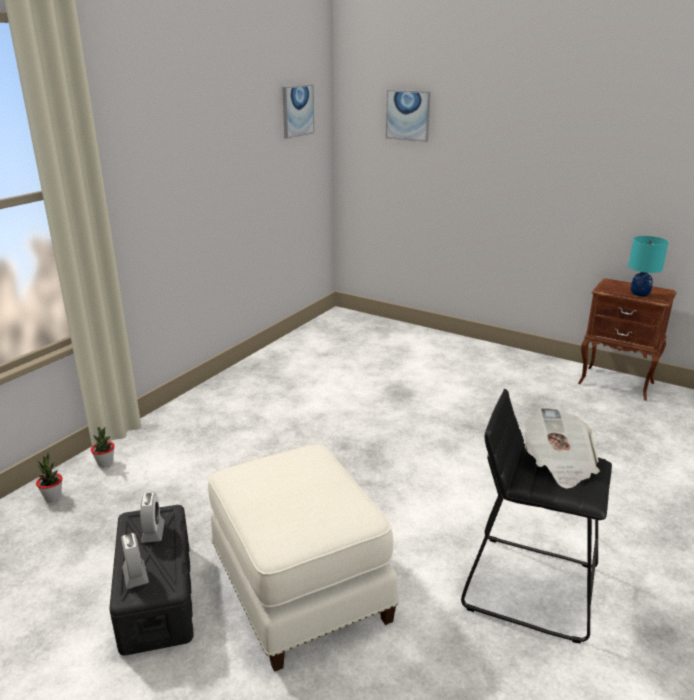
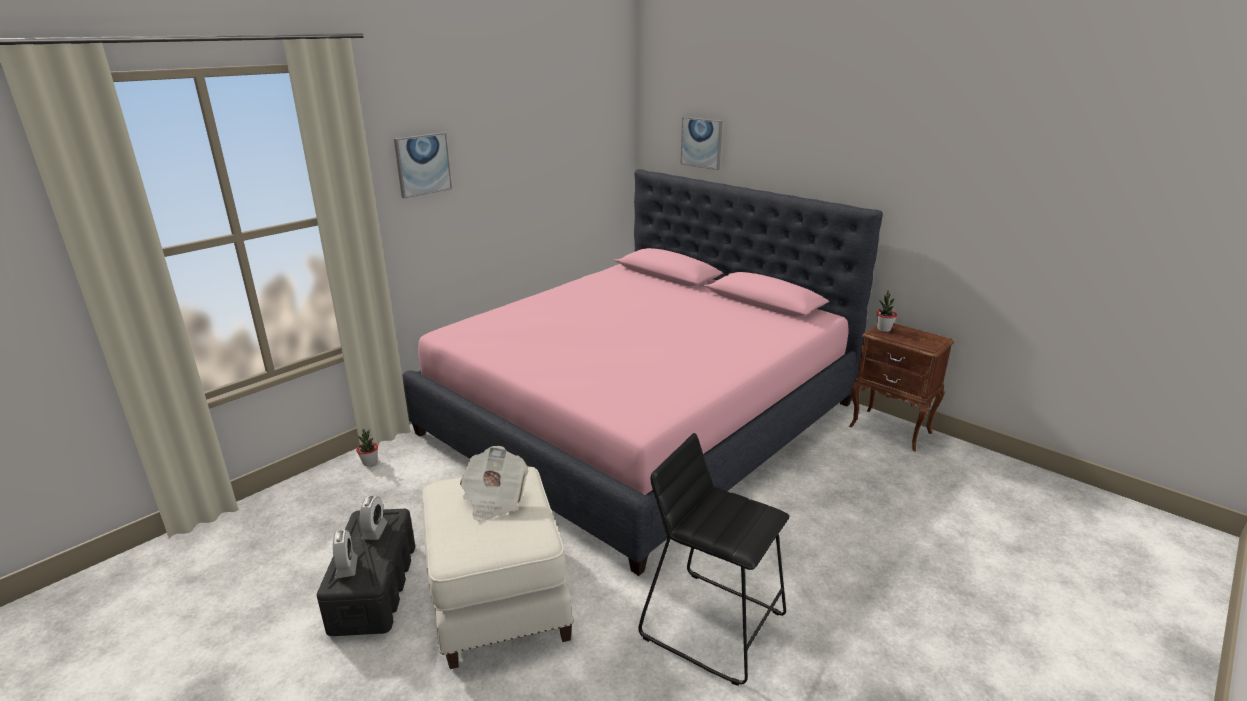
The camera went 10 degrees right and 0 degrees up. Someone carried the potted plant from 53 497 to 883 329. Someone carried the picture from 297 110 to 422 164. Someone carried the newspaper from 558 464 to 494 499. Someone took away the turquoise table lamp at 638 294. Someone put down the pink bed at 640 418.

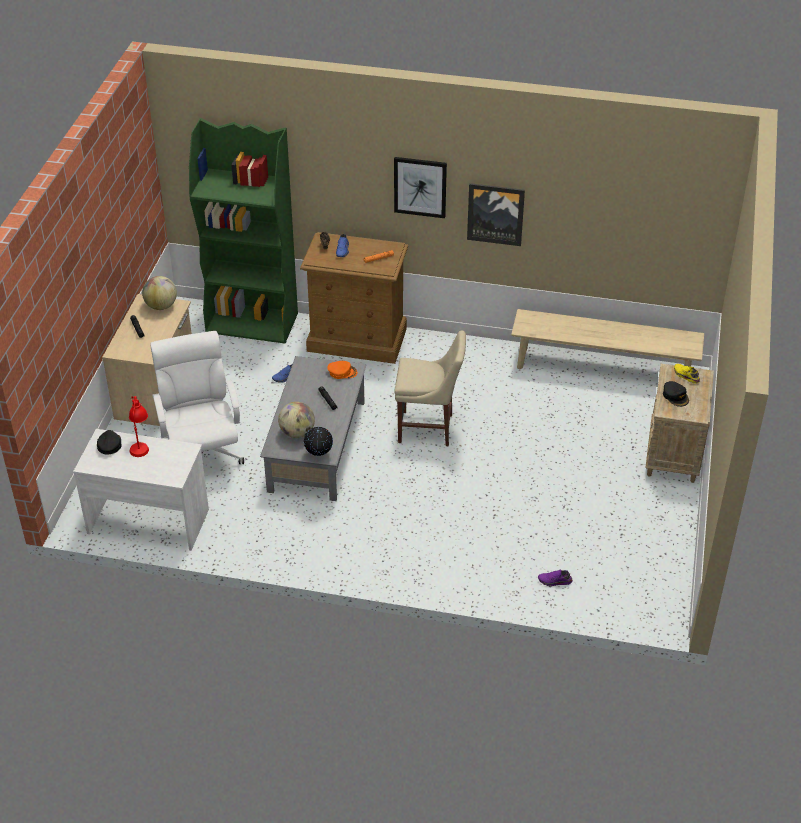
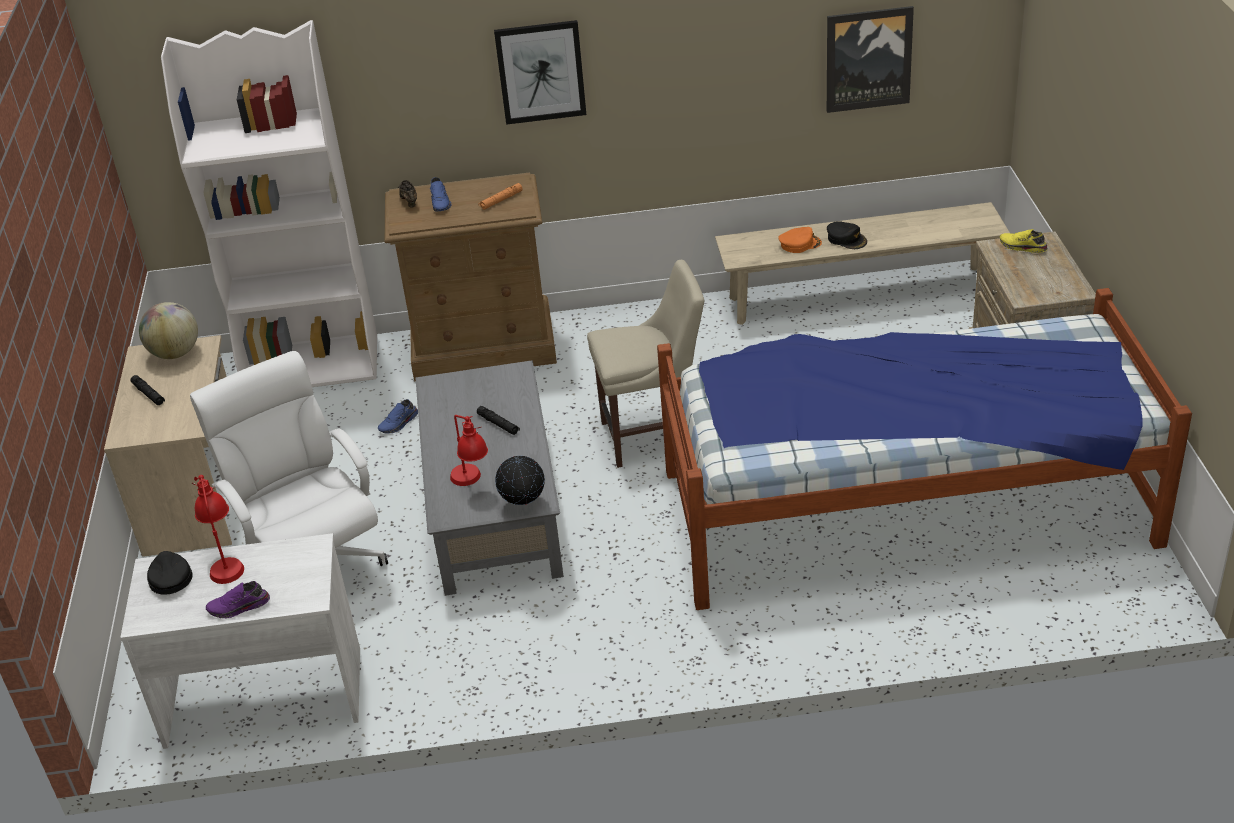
The camera went 15 degrees left and 5 degrees down. Someone repainted the green bookcase at 253 323, which became the white bookcase at 313 364. Someone swapped the globe at 297 433 for the red table lamp at 472 482. Someone carried the orange cap from 342 372 to 799 244. Someone carried the picture from 495 214 to 868 59. Someone carried the purple shoe from 554 581 to 239 608. Someone carried the black cap from 675 396 to 846 239. Someone put down the bed at 903 506.

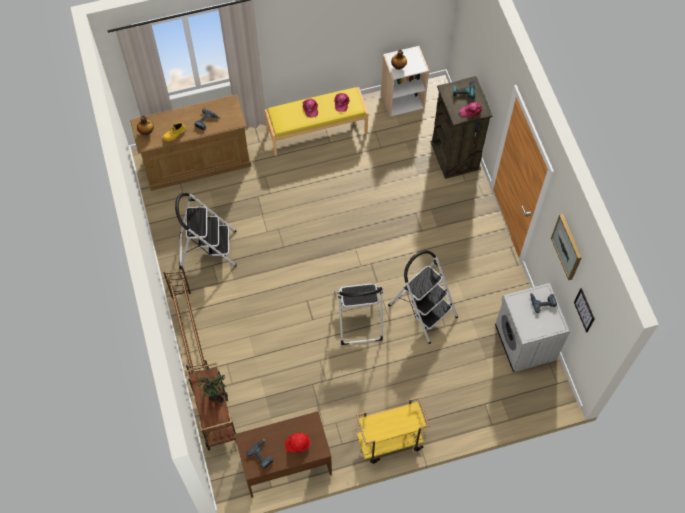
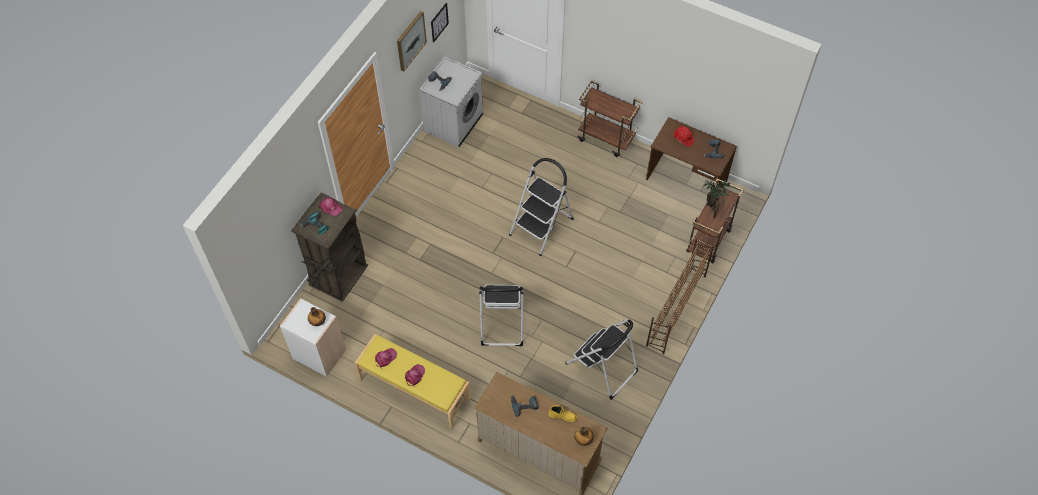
The camera went 135 degrees left and 5 degrees down. Someone repainted the yellow cart at 389 443, which became the brown cart at 606 140. Someone carried the step ladder from 421 309 to 502 321.

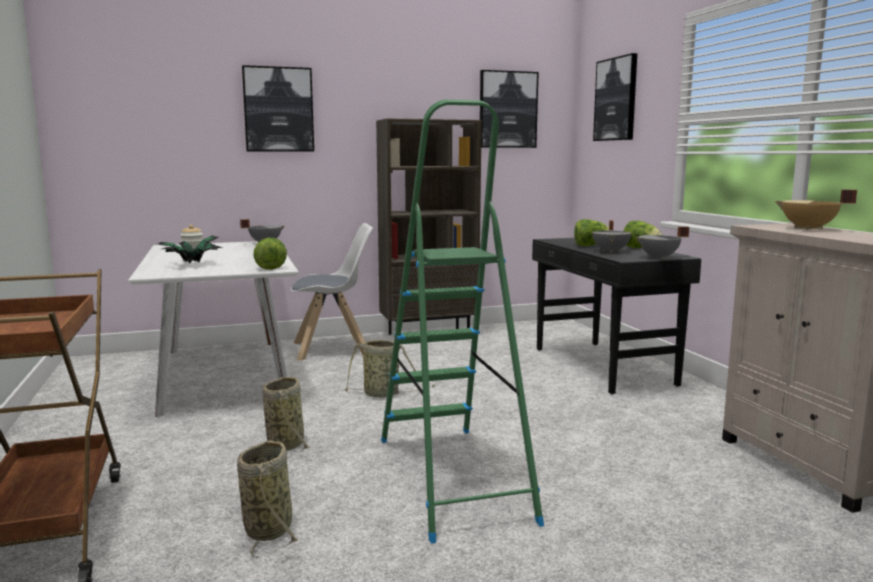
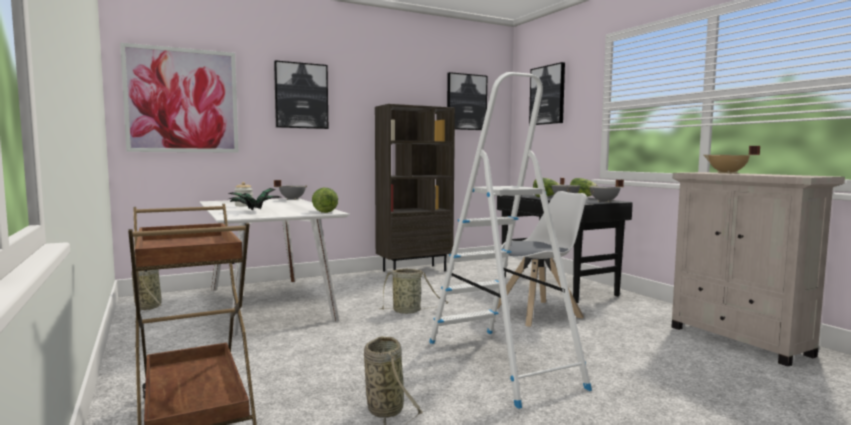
The camera went 10 degrees left and 5 degrees down. Someone carried the basket from 286 443 to 149 307. Someone carried the chair from 334 349 to 539 313. Someone repainted the green step ladder at 451 476, which became the white step ladder at 500 363. Someone put up the picture at 182 100.

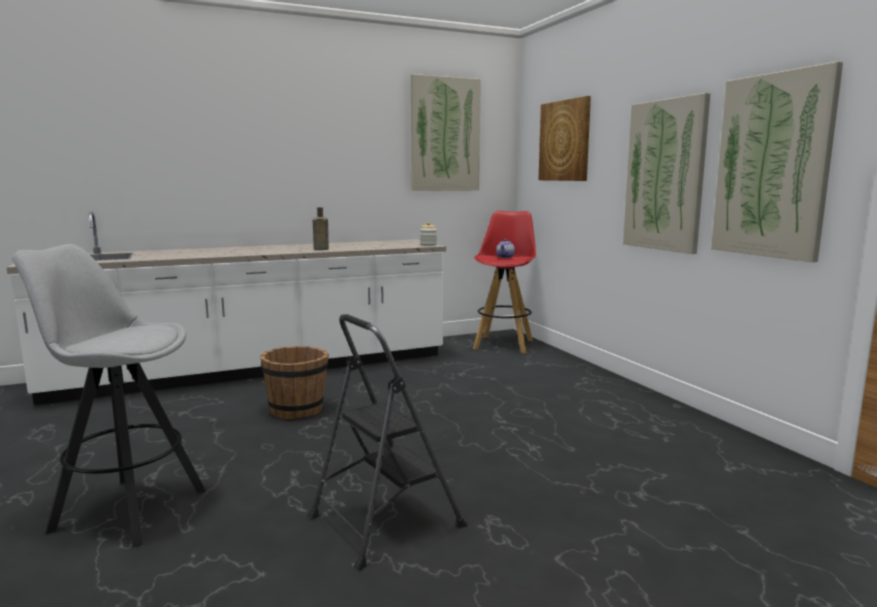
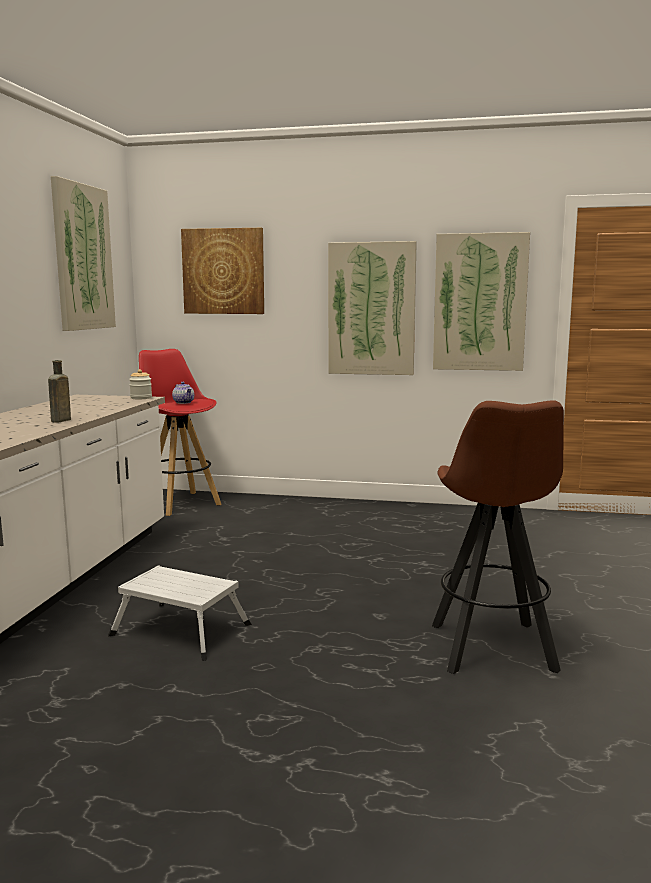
The camera went 55 degrees left and 0 degrees up. Someone took away the grey stool at 126 509. Someone swapped the brown bucket at 297 409 for the white step ladder at 181 630. Someone swapped the black step ladder at 382 522 for the brown stool at 492 649.

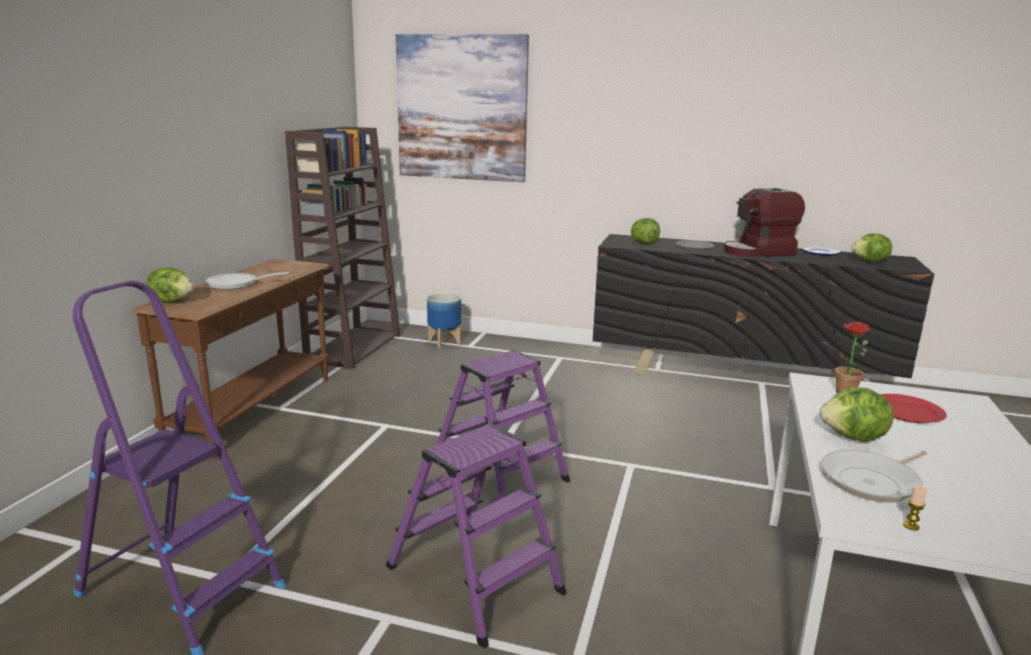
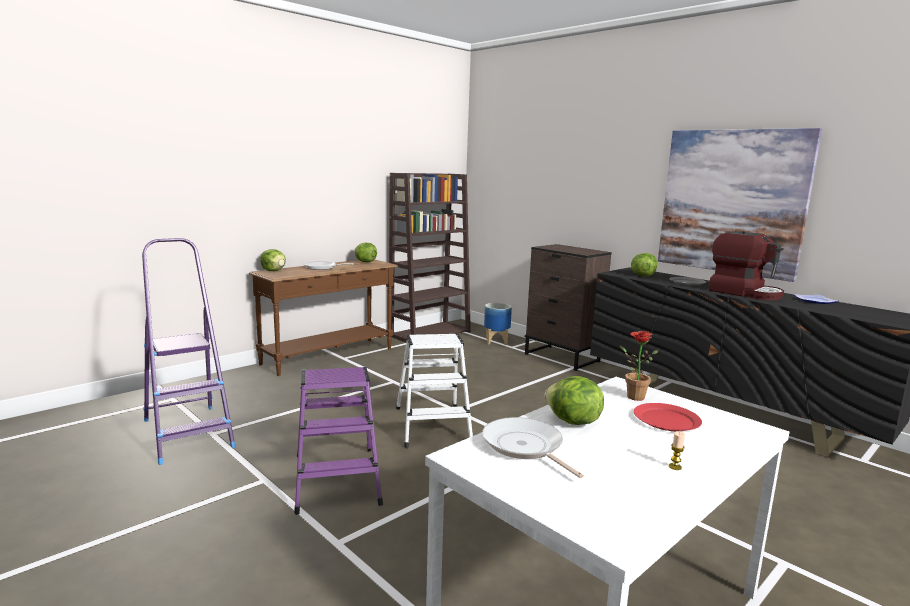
The camera went 30 degrees right and 5 degrees down. Someone carried the picture from 461 108 to 732 202. Someone repainted the purple step ladder at 498 470, which became the white step ladder at 432 424. Someone rotated the coffee machine at 758 252 by 150 degrees counterclockwise. Someone rotated the frying pan at 873 481 by 60 degrees clockwise. Someone carried the lettuce from 870 262 to 365 262. Someone carried the candle from 911 526 to 675 467. Someone put down the brown dresser at 562 358.

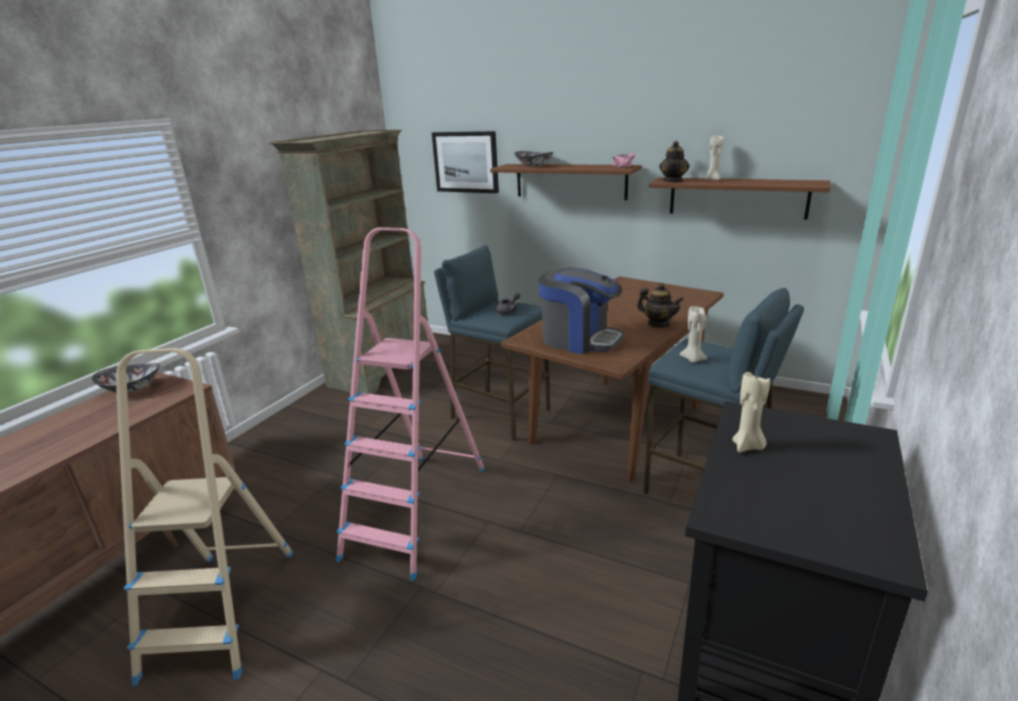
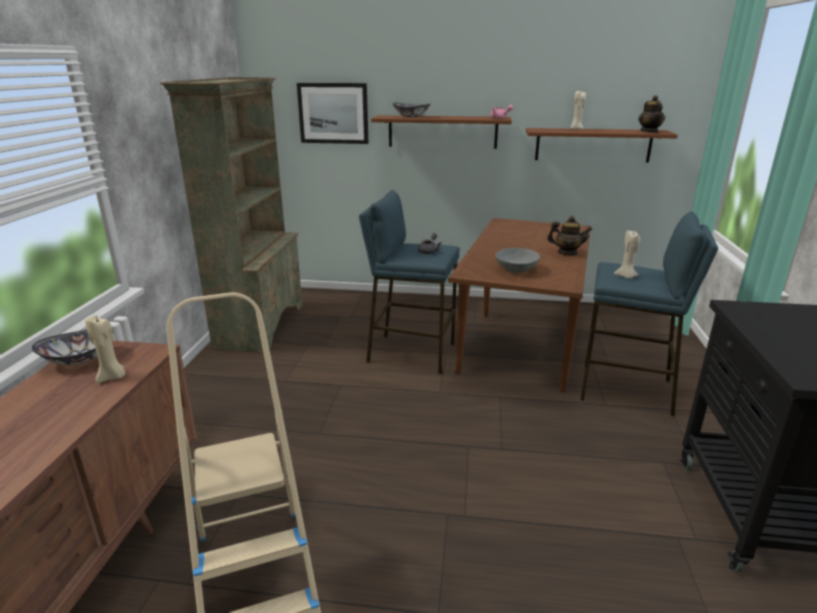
The camera went 20 degrees left and 0 degrees up. Someone took away the pink step ladder at 417 511. Someone swapped the coffee machine at 579 339 for the grey bowl at 516 270. Someone carried the teapot from 673 181 to 649 131. Someone carried the beige candle from 747 446 to 112 377.

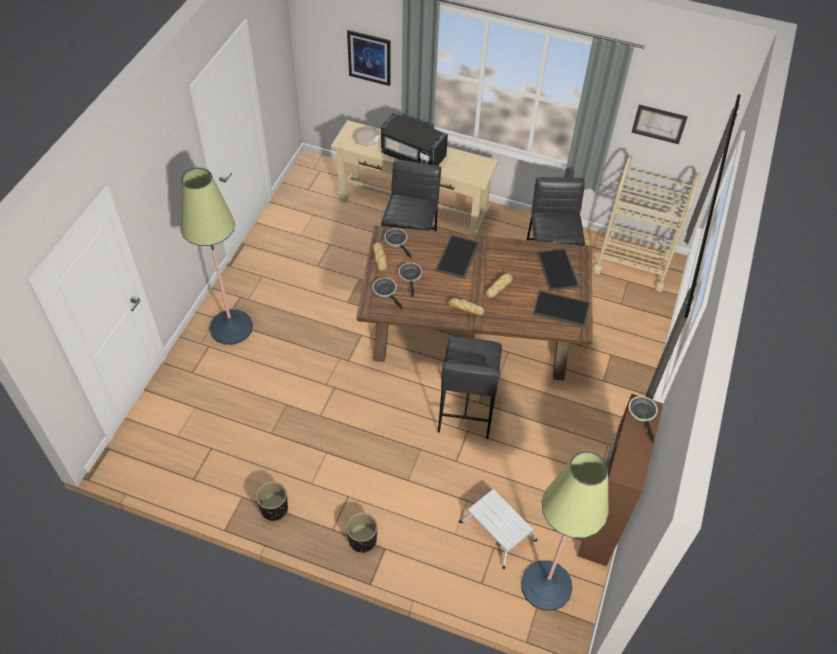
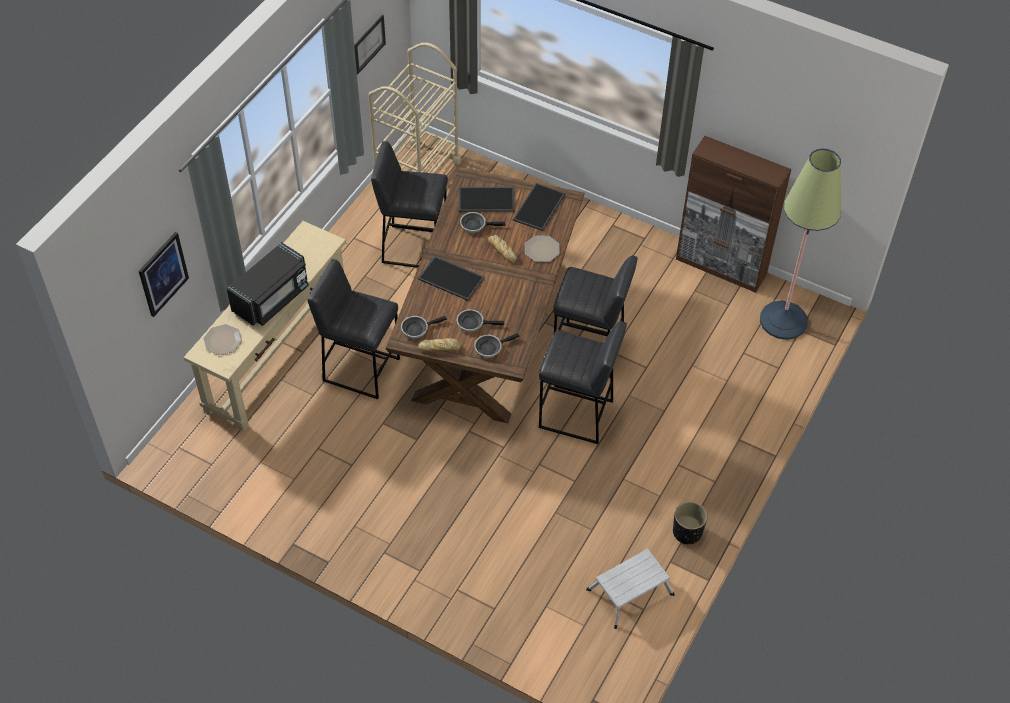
The camera went 80 degrees left and 0 degrees up. Someone took away the floor lamp at 231 327. Someone took away the black planter at 363 540. Someone took away the bread at 465 309. Someone carried the white step ladder from 497 530 to 629 592. Someone carried the frying pan from 642 414 to 475 225. Someone put down the plate at 541 249. Someone put down the grey stool at 577 415.

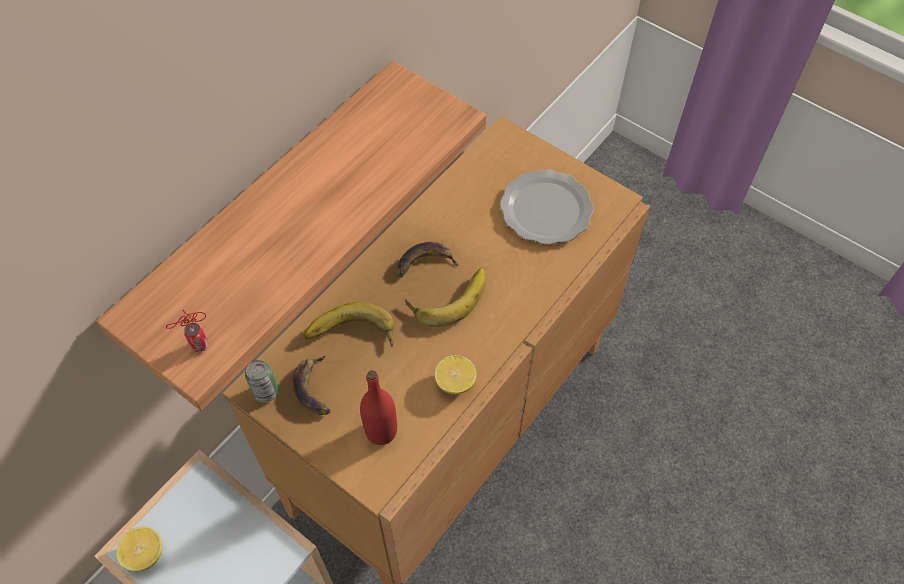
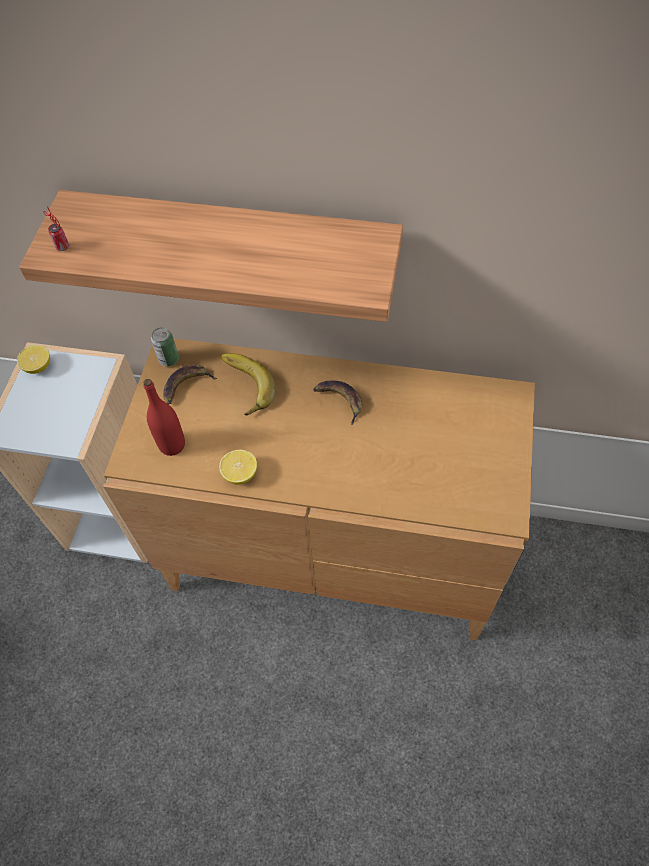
The camera went 65 degrees right and 0 degrees up. Someone took away the banana at 448 297. Someone took away the plate at 547 209.

